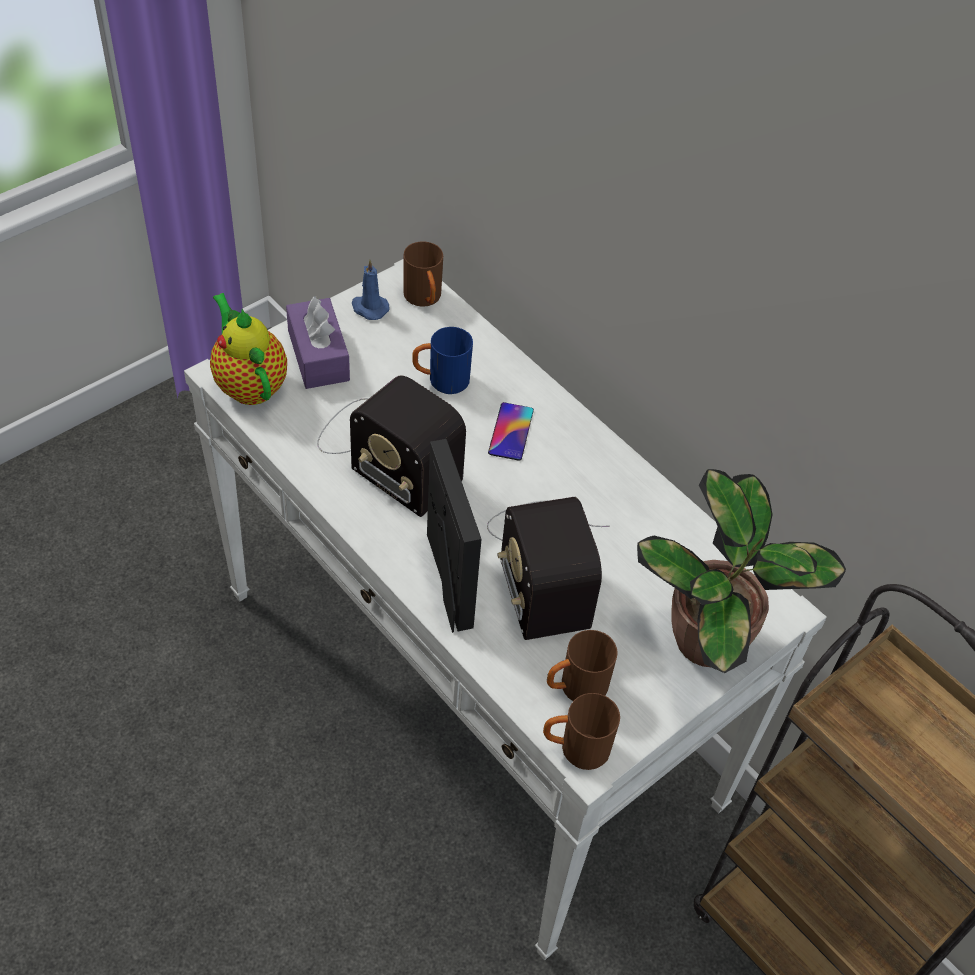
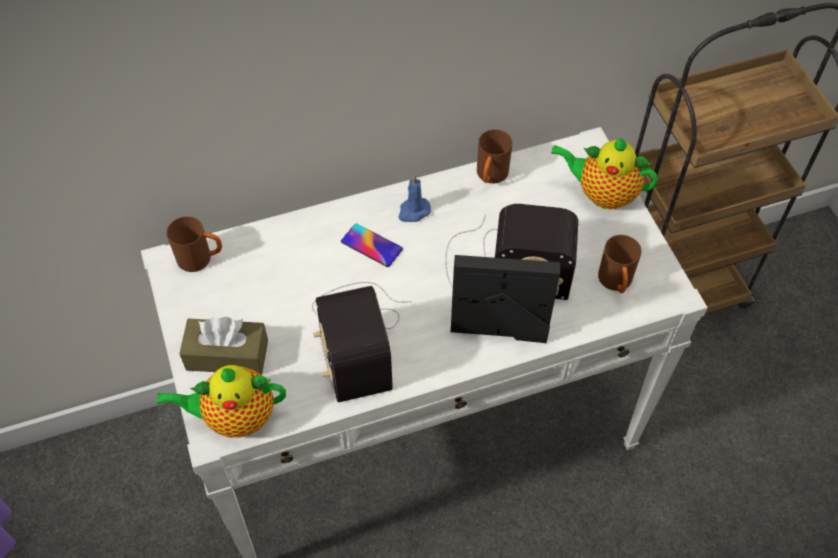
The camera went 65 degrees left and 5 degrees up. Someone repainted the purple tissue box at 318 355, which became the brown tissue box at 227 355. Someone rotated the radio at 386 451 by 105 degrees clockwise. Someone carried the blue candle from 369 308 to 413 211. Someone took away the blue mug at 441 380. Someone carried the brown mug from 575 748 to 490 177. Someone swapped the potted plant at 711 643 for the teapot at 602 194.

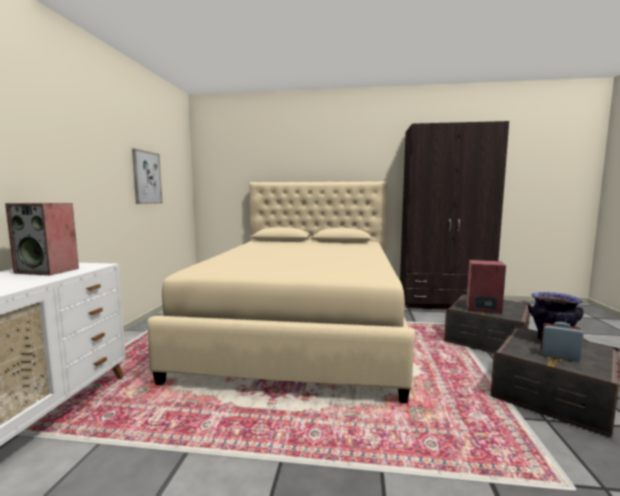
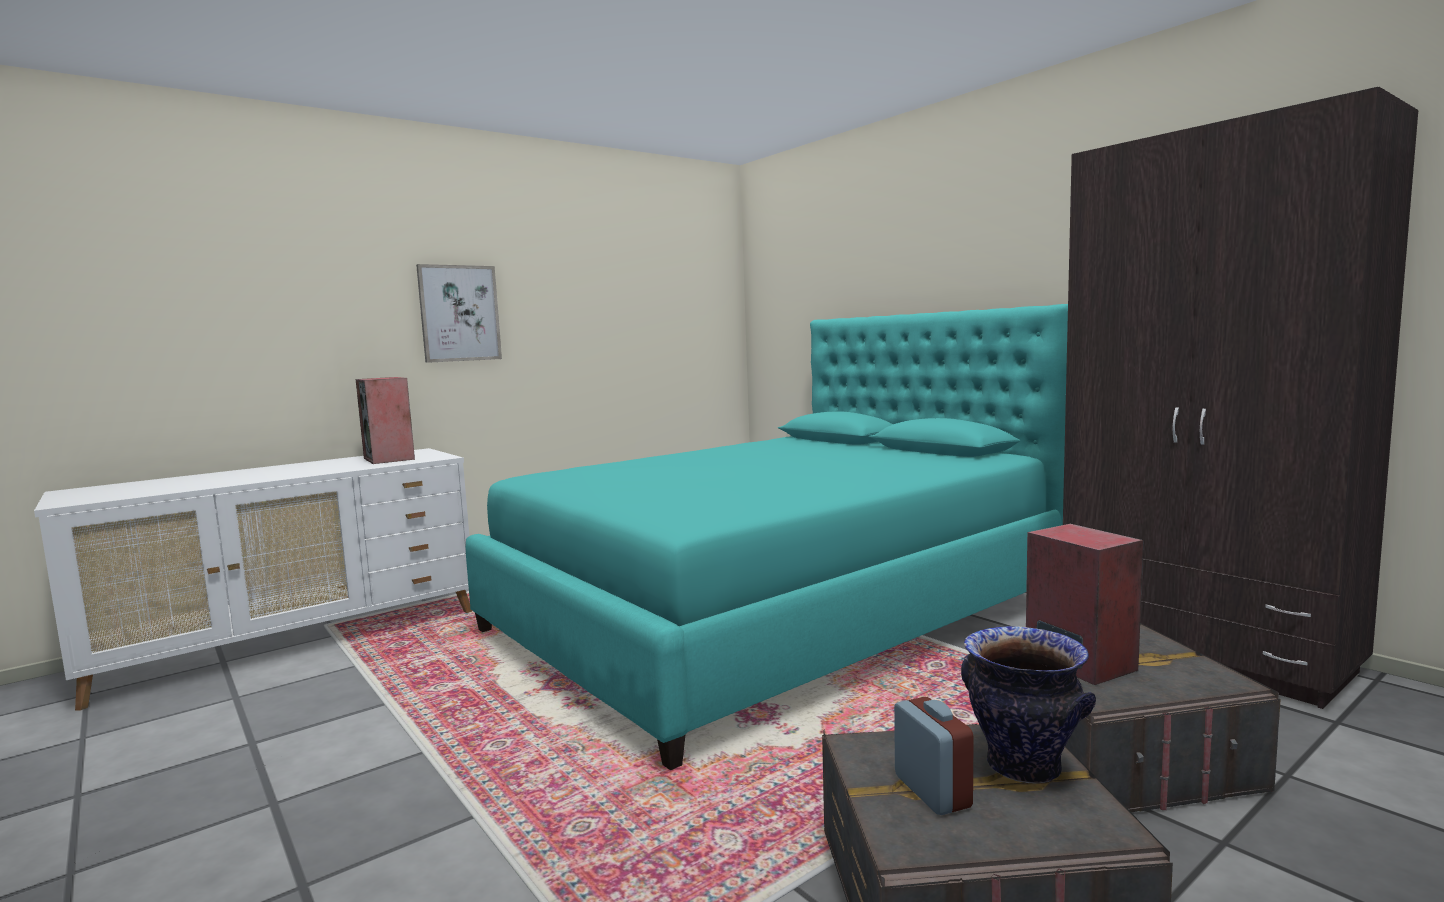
The camera went 45 degrees right and 0 degrees up. Someone carried the picture from 146 177 to 459 313. Someone repainted the beige bed at 303 327, which became the turquoise bed at 777 614.

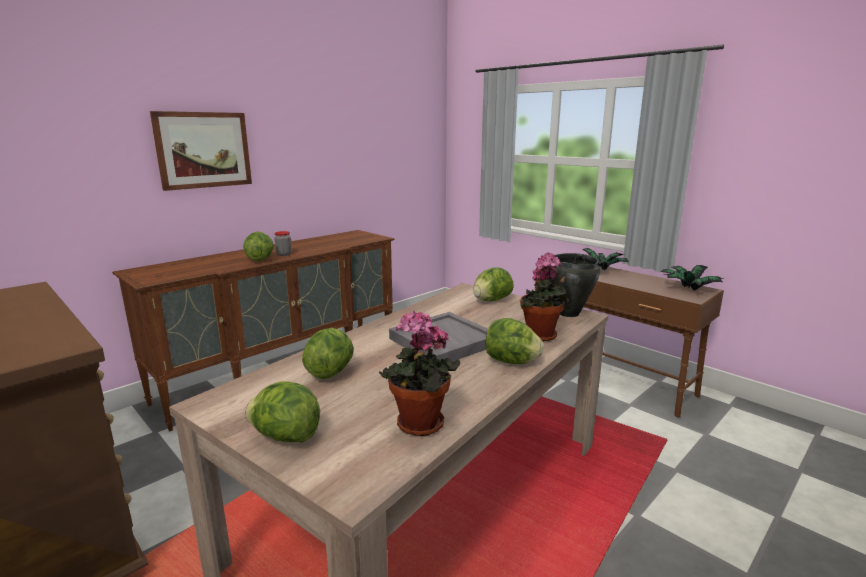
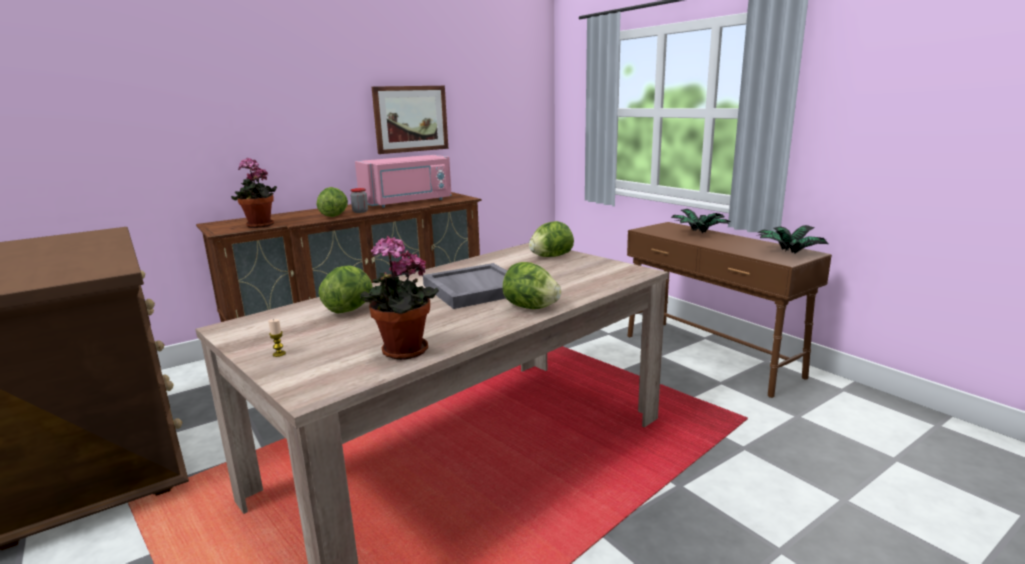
The camera went 10 degrees right and 0 degrees up. Someone carried the picture from 203 150 to 410 119. Someone swapped the lettuce at 285 437 for the candle at 279 354. Someone carried the potted plant from 541 337 to 260 226. Someone took away the black cooking pot at 567 313. Someone put down the pink microwave at 408 202.

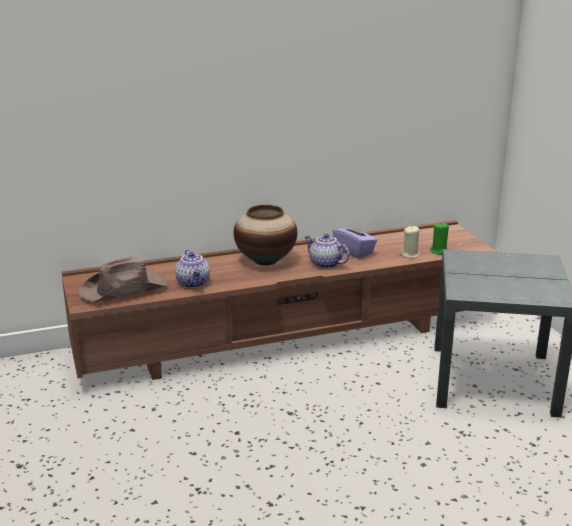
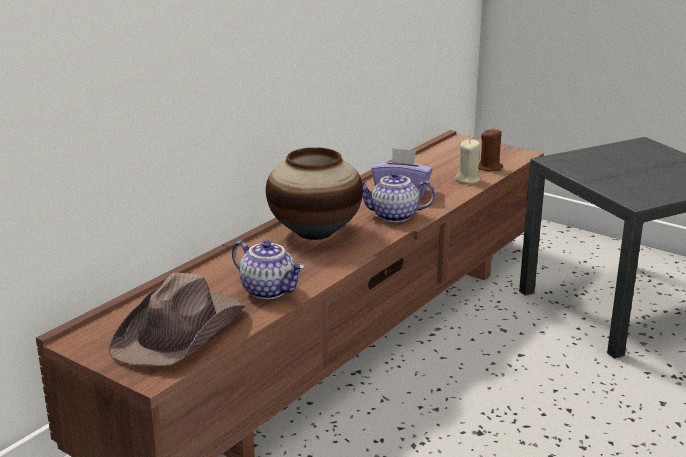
The camera went 35 degrees left and 0 degrees up. Someone repainted the green candle at 439 251, which became the brown candle at 490 167.

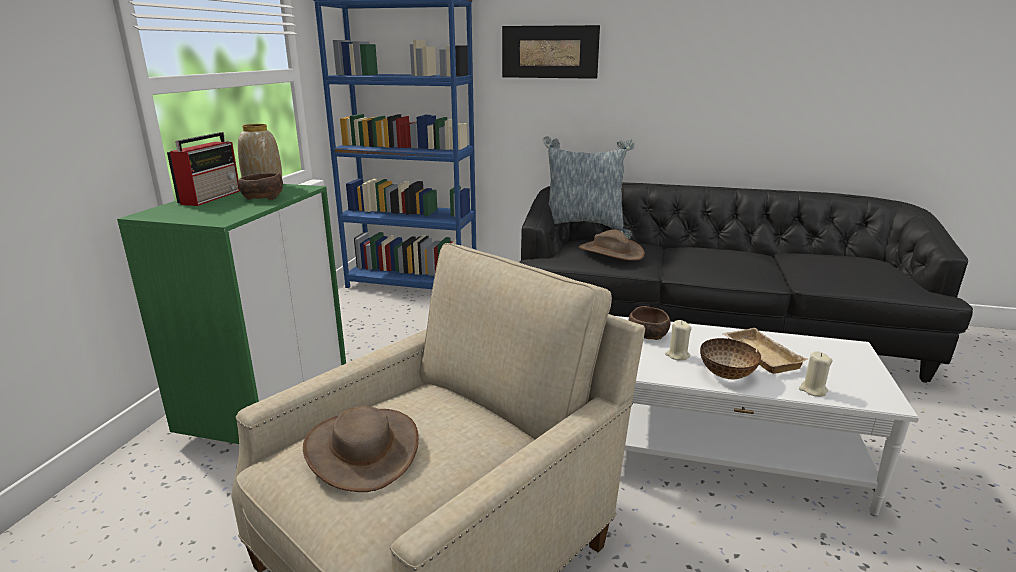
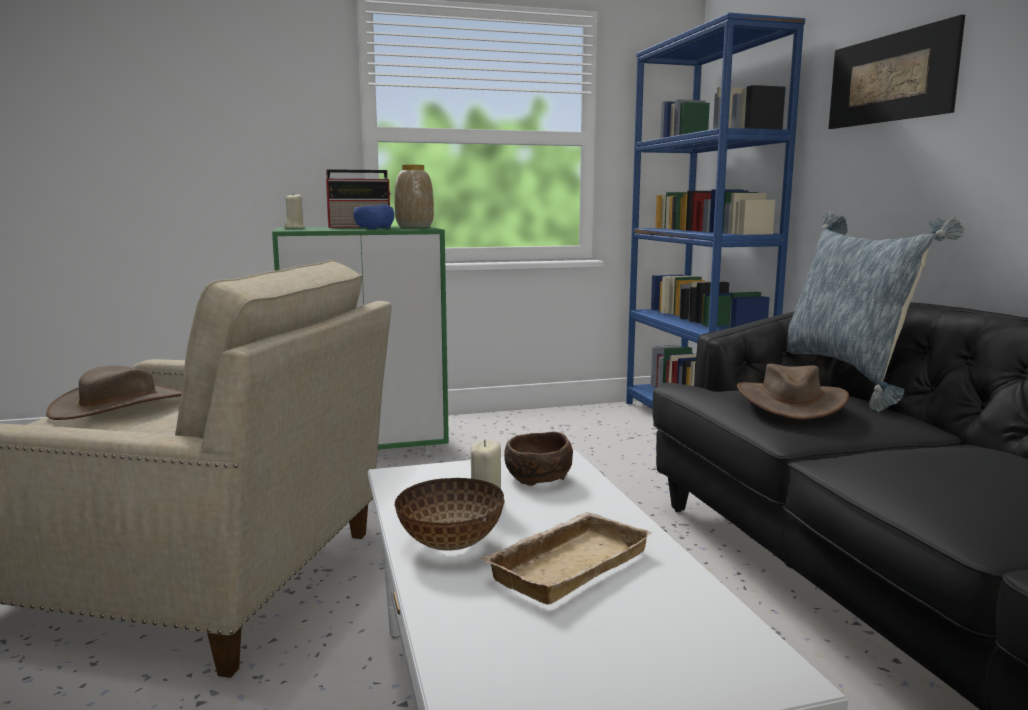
The camera went 60 degrees right and 10 degrees down. Someone repainted the brown bowl at 262 198, which became the blue bowl at 373 228. Someone carried the beige candle from 813 390 to 295 228.

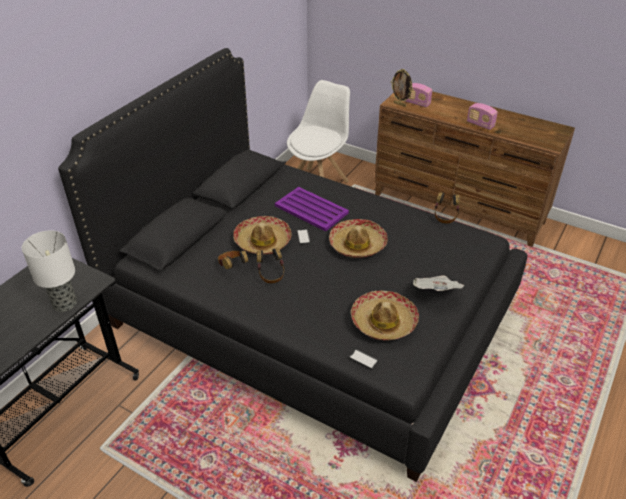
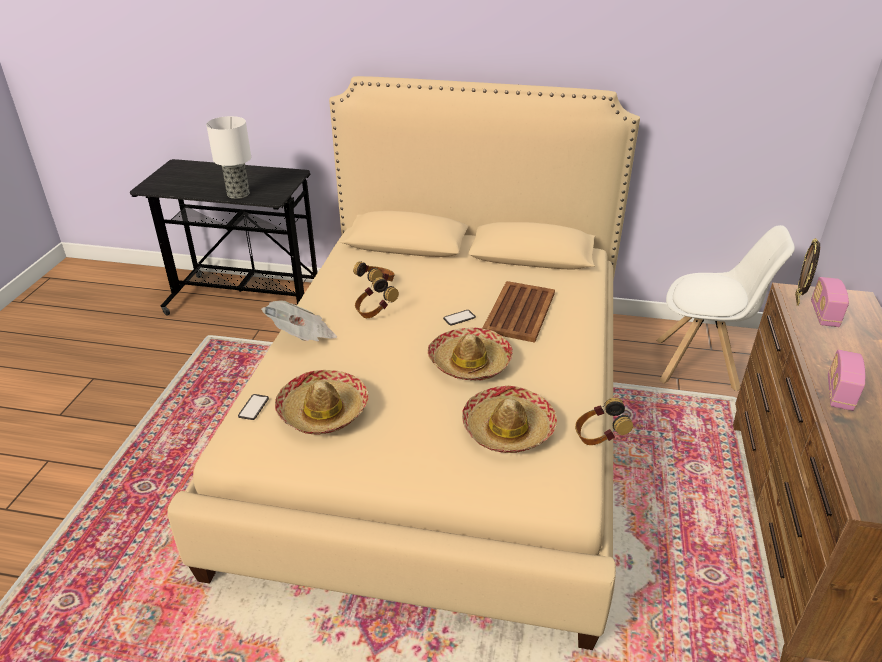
The camera went 70 degrees right and 5 degrees down. Someone repainted the black bed at 312 314, which became the beige bed at 440 422. Someone carried the hat from 262 241 to 508 428. Someone repainted the purple tray at 311 209, which became the brown tray at 520 311. Someone carried the newspaper from 436 293 to 302 336.

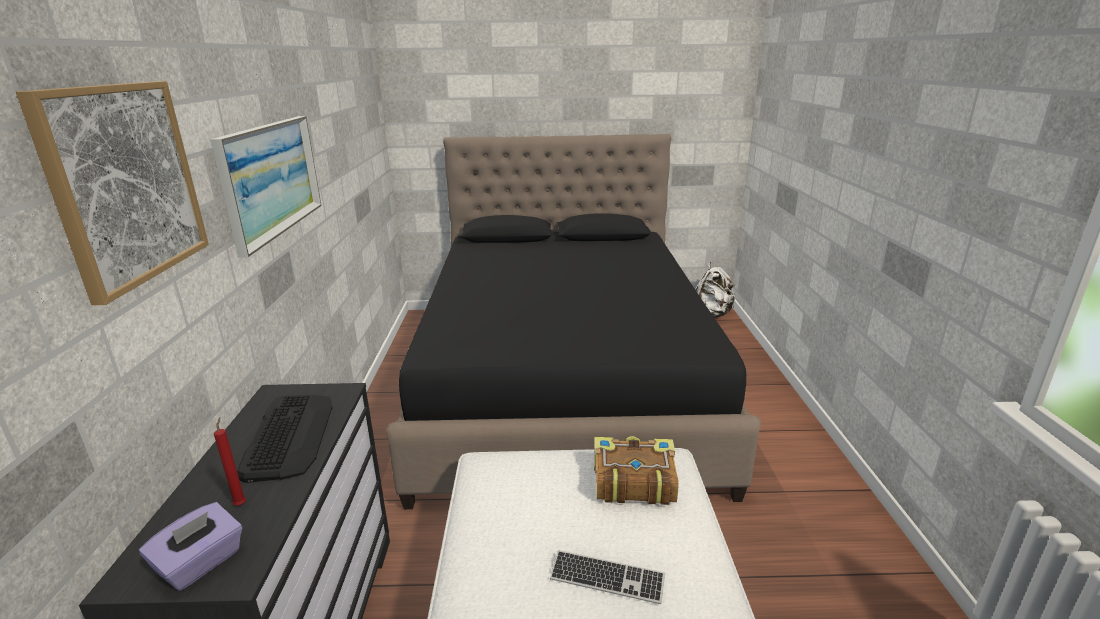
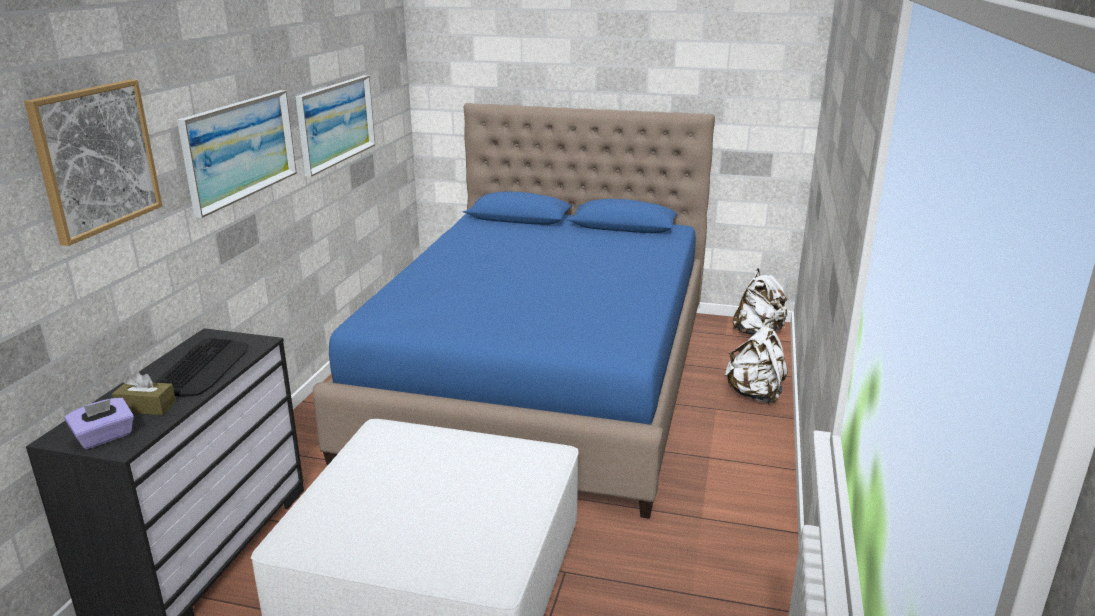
The camera went 15 degrees right and 0 degrees up. Someone swapped the red candle at 241 503 for the brown tissue box at 146 407. Someone repainted the black bed at 564 380, which became the blue bed at 543 378. Someone took away the keyboard at 607 579. Someone took away the book at 632 480. Someone put up the picture at 336 122. Someone put down the white backpack at 755 394.

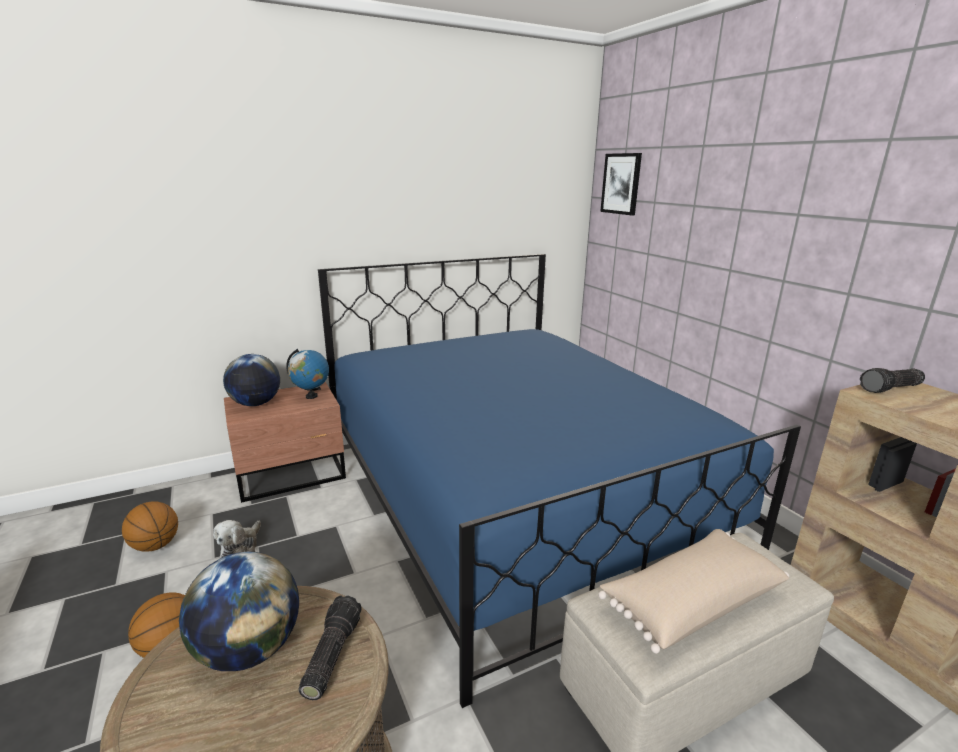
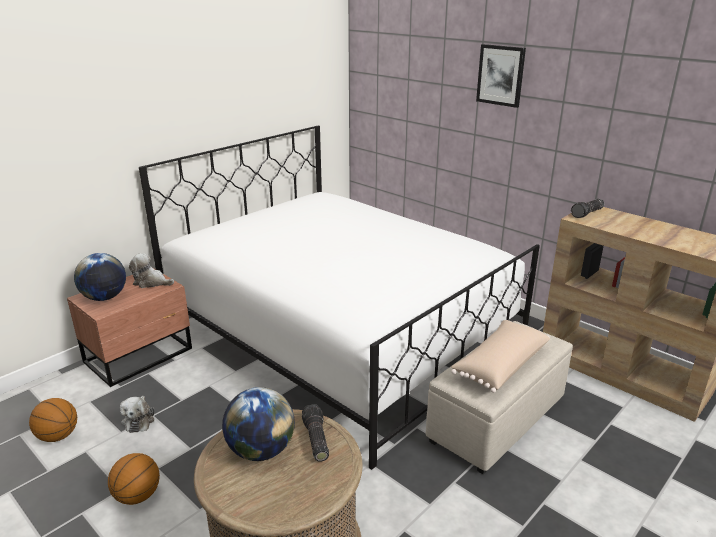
The camera went 20 degrees left and 5 degrees up. Someone swapped the globe at 311 396 for the plush toy at 151 282. Someone repainted the blue bed at 512 499, which became the white bed at 339 336. Someone carried the picture from 621 184 to 501 75.

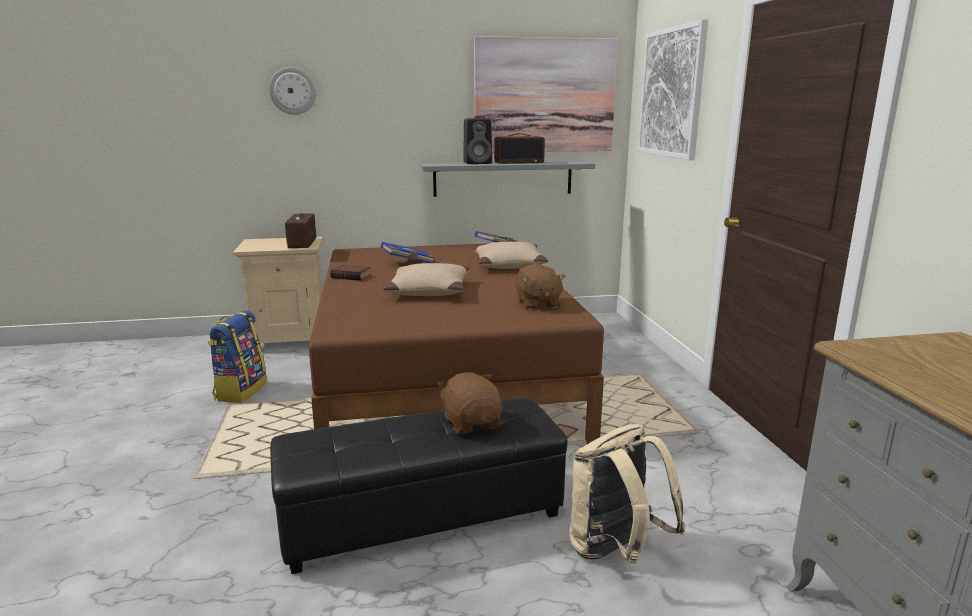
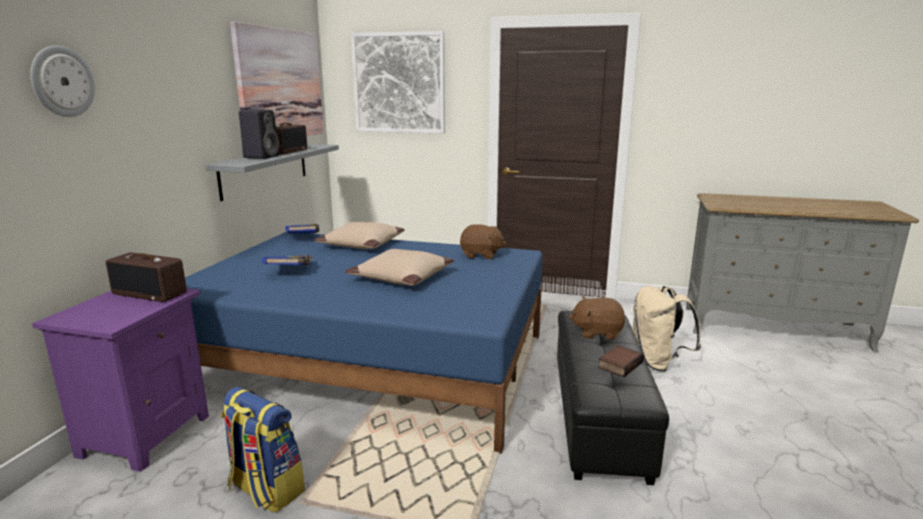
The camera went 65 degrees left and 0 degrees up. Someone repainted the beige nightstand at 291 341, which became the purple nightstand at 149 435. Someone repainted the brown bed at 443 375, which became the blue bed at 371 362. Someone carried the book from 352 276 to 619 364.

